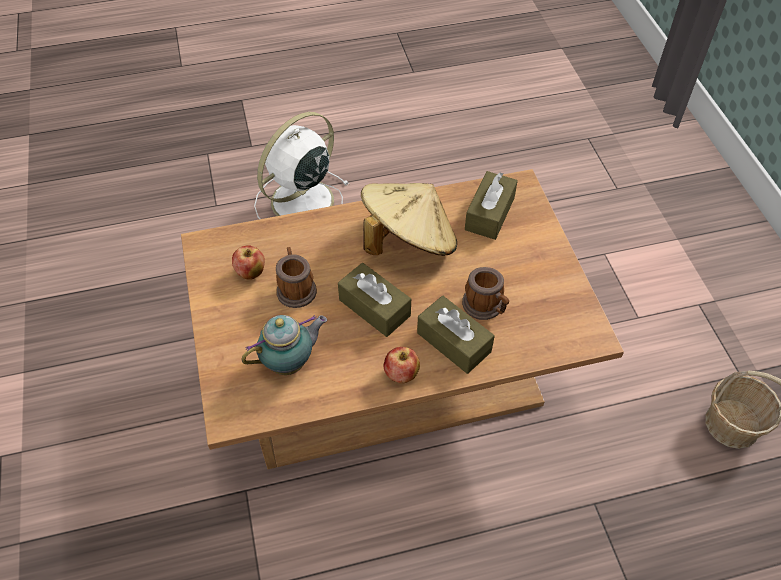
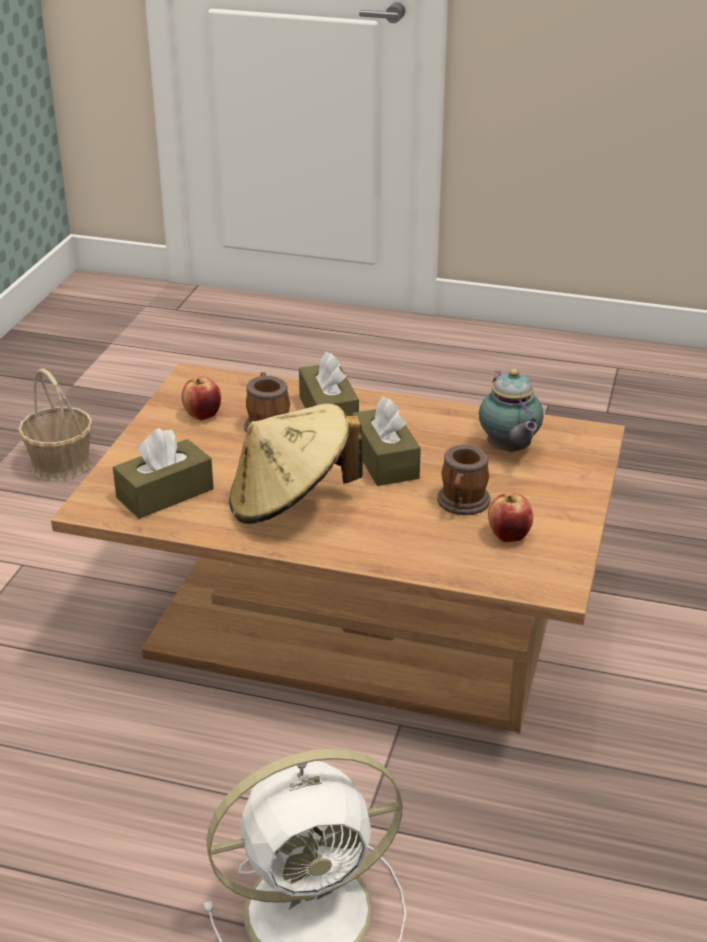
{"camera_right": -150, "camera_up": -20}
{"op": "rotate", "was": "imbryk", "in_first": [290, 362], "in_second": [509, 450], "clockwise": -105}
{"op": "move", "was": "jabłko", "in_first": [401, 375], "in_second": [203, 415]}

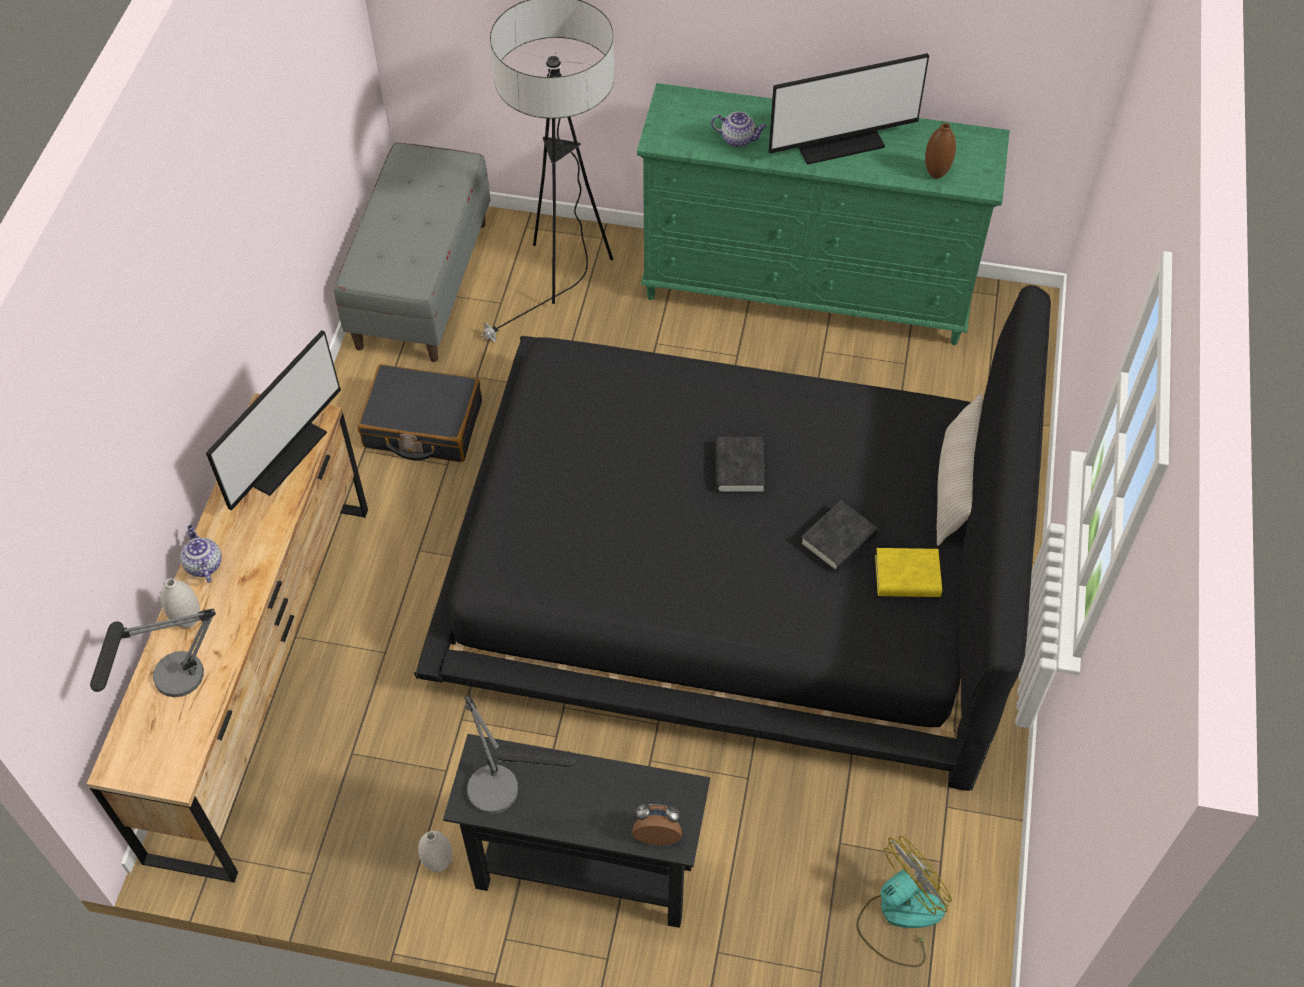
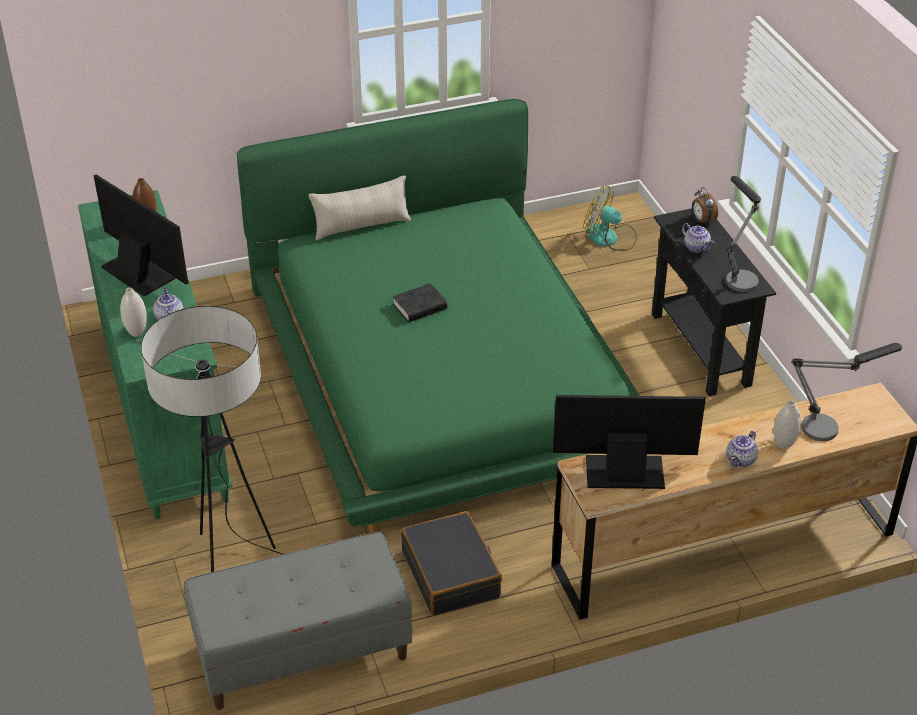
{"camera_right": -120, "camera_up": -15}
{"op": "recolor", "was": "łóżko/czarny", "now": "łóżko/zielony", "in_first": [732, 562], "in_second": [442, 369]}
{"op": "move", "was": "wazon/biały", "in_first": [438, 863], "in_second": [137, 333]}
{"op": "delete", "was": "książka/czarny", "in_first": [838, 540]}
{"op": "delete", "was": "książka/żółty", "in_first": [907, 577]}
{"op": "insert", "now": "imbryk", "in_second": [697, 248]}

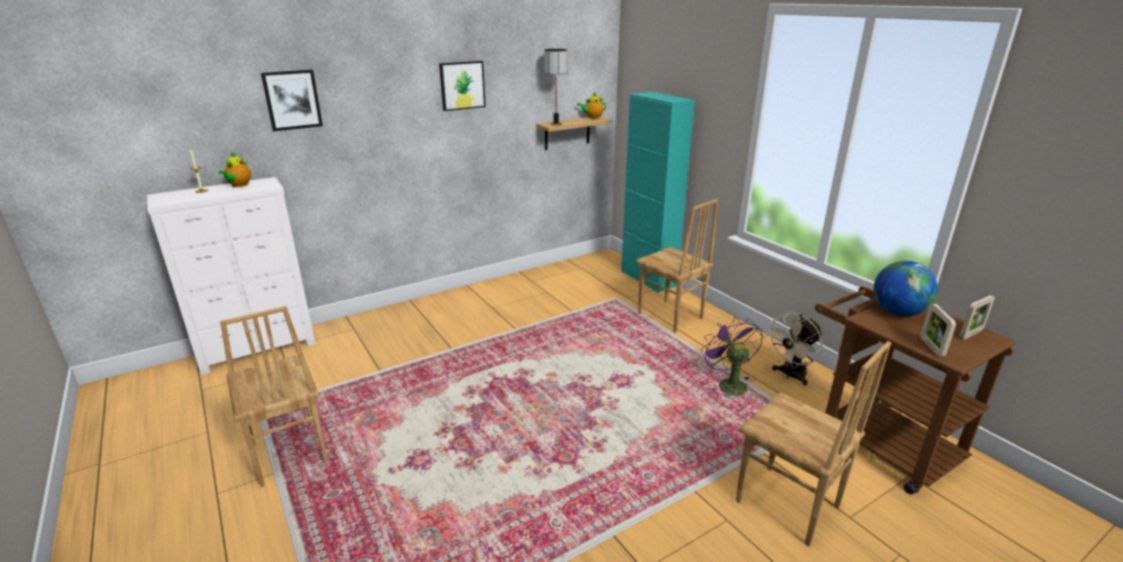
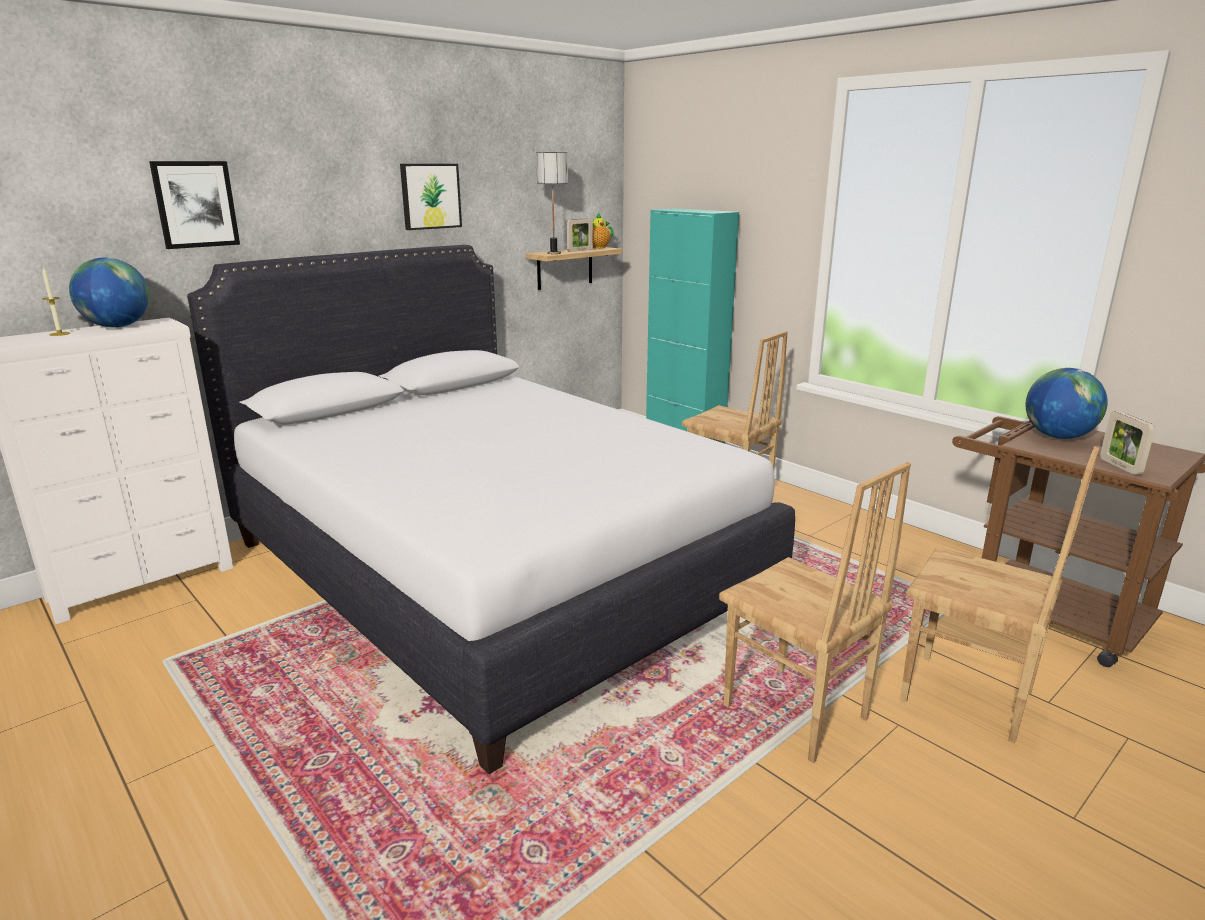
{"camera_right": -10, "camera_up": -5}
{"op": "replace", "was": "imbryk", "now": "globus", "in_first": [239, 185], "in_second": [117, 327]}
{"op": "move", "was": "krzesło/brązowy", "in_first": [287, 454], "in_second": [794, 714]}
{"op": "delete", "was": "wentylator/fioletowy", "in_first": [728, 384]}
{"op": "delete", "was": "wentylator/beżowy", "in_first": [790, 375]}
{"op": "move", "was": "ramka na zdjęcie", "in_first": [971, 334], "in_second": [580, 250]}
{"op": "insert", "now": "łóżko/biały", "in_second": [490, 571]}

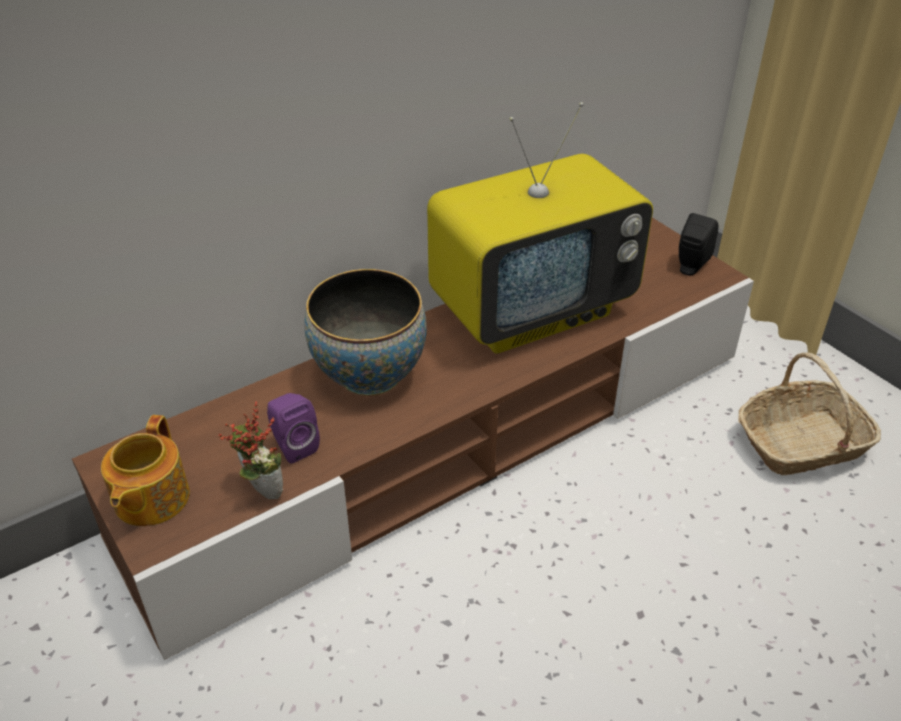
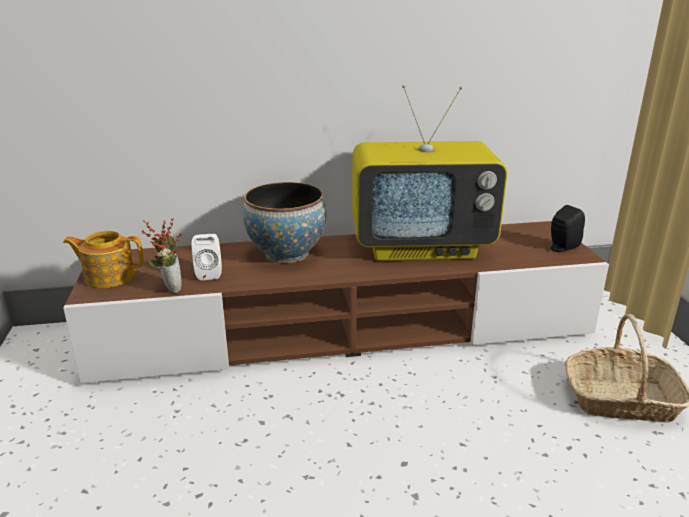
{"camera_right": 25, "camera_up": -15}
{"op": "rotate", "was": "imbryk", "in_first": [150, 499], "in_second": [109, 276], "clockwise": 60}
{"op": "recolor", "was": "głośnik/fioletowy", "now": "głośnik/biały", "in_first": [293, 446], "in_second": [209, 273]}

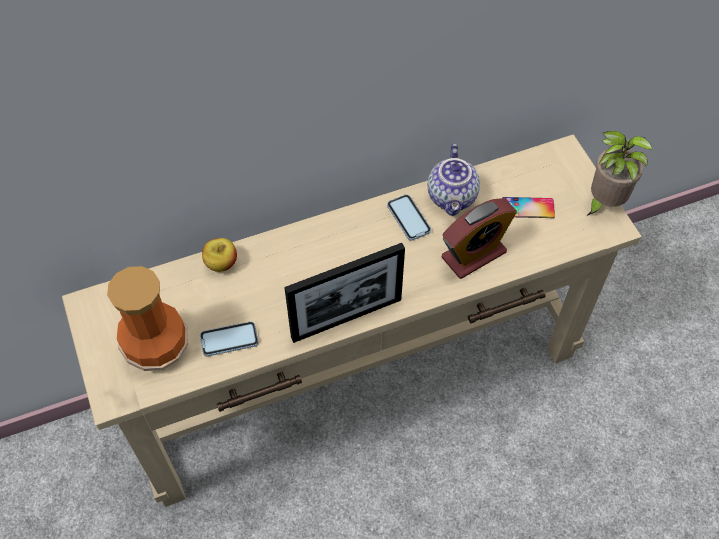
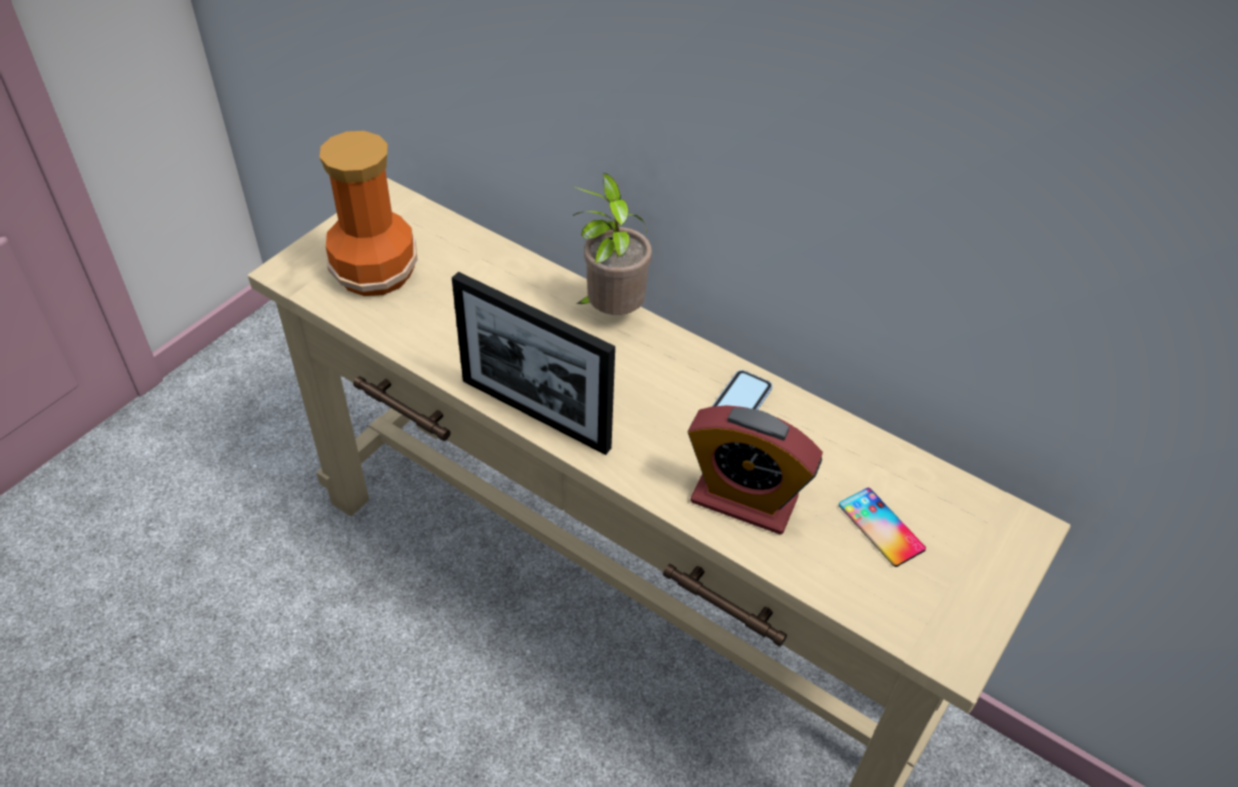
{"camera_right": 55, "camera_up": -10}
{"op": "delete", "was": "telefon", "in_first": [229, 340]}
{"op": "delete", "was": "jabłko", "in_first": [221, 263]}
{"op": "delete", "was": "imbryk", "in_first": [453, 197]}
{"op": "move", "was": "roślina doniczkowa", "in_first": [604, 202], "in_second": [611, 312]}

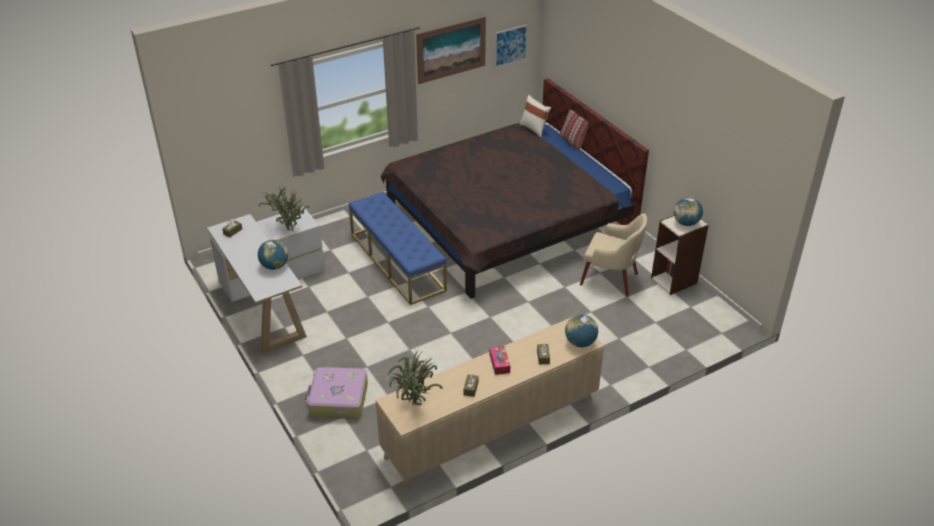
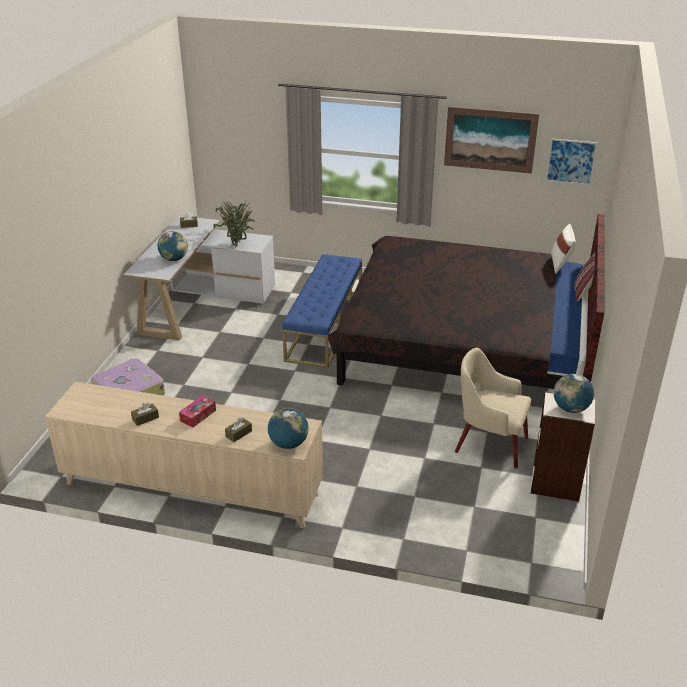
{"camera_right": 45, "camera_up": -5}
{"op": "delete", "was": "roślina doniczkowa", "in_first": [413, 405]}
{"op": "rotate", "was": "fotel/beżowy", "in_first": [611, 279], "in_second": [489, 444], "clockwise": 135}

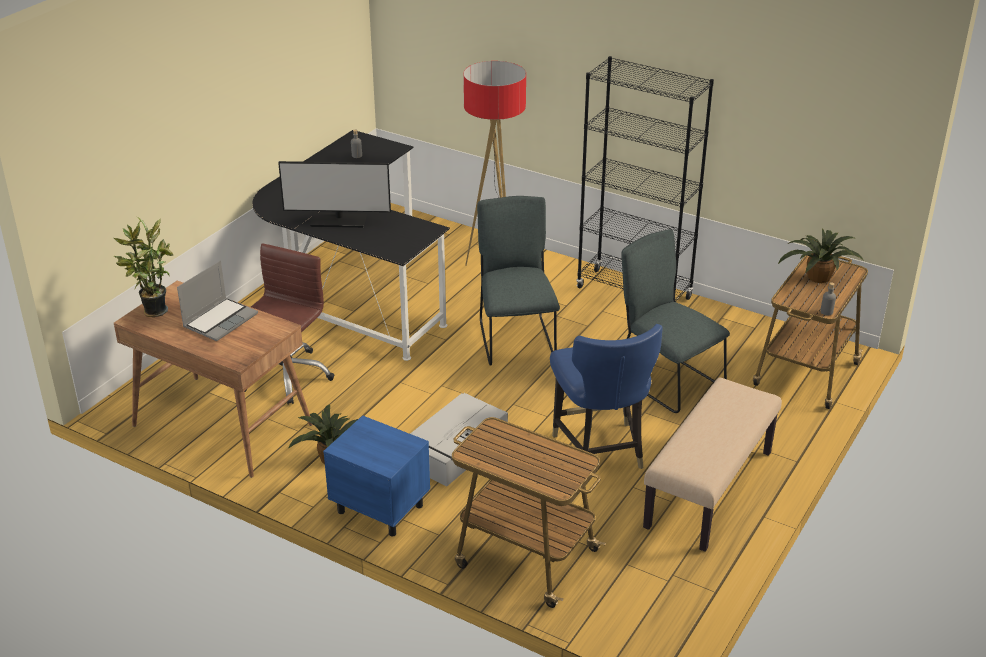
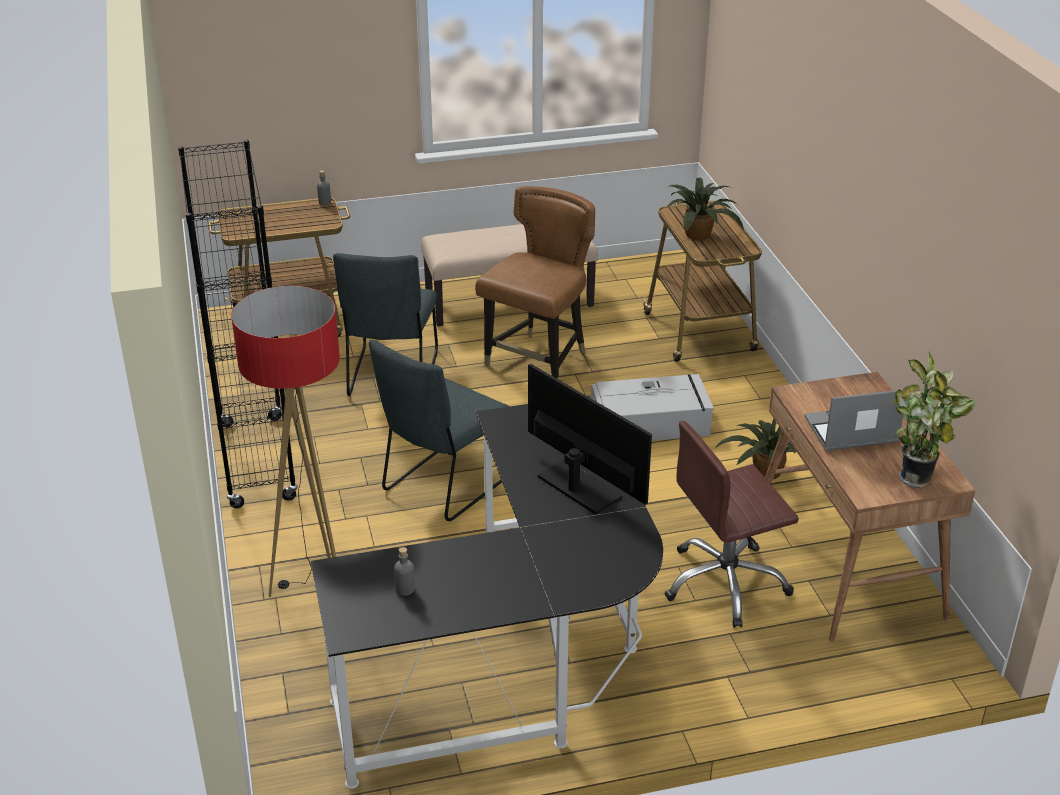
{"camera_right": -135, "camera_up": 0}
{"op": "delete", "was": "szafka nocna/niebieski", "in_first": [379, 508]}
{"op": "recolor", "was": "krzesło/niebieski", "now": "krzesło/brązowy", "in_first": [600, 450], "in_second": [538, 361]}
{"op": "move", "was": "roślina doniczkowa", "in_first": [817, 278], "in_second": [700, 235]}

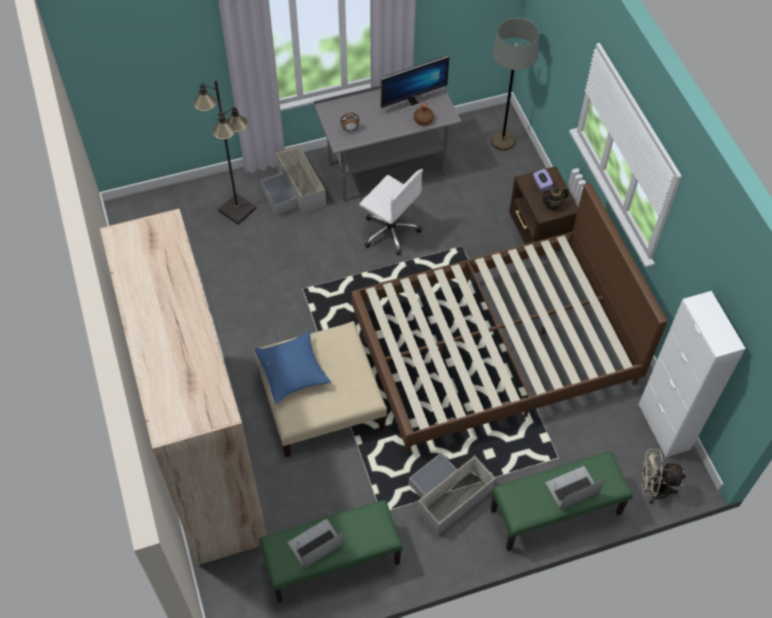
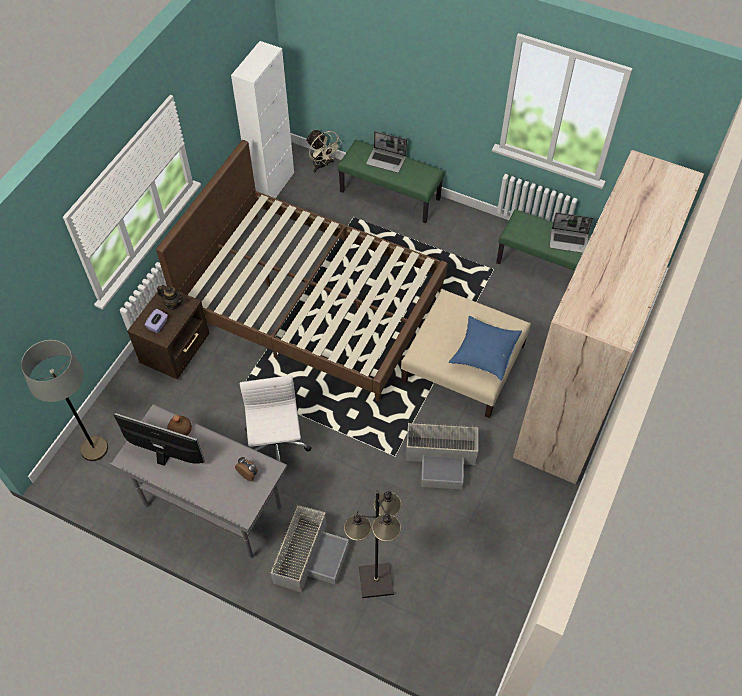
{"camera_right": -135, "camera_up": 0}
{"op": "move", "was": "pojemnik do przechowywania/szary", "in_first": [447, 496], "in_second": [442, 458]}

